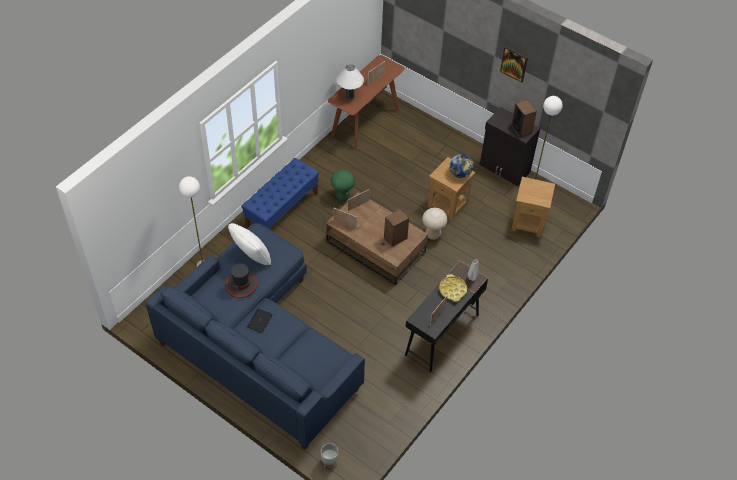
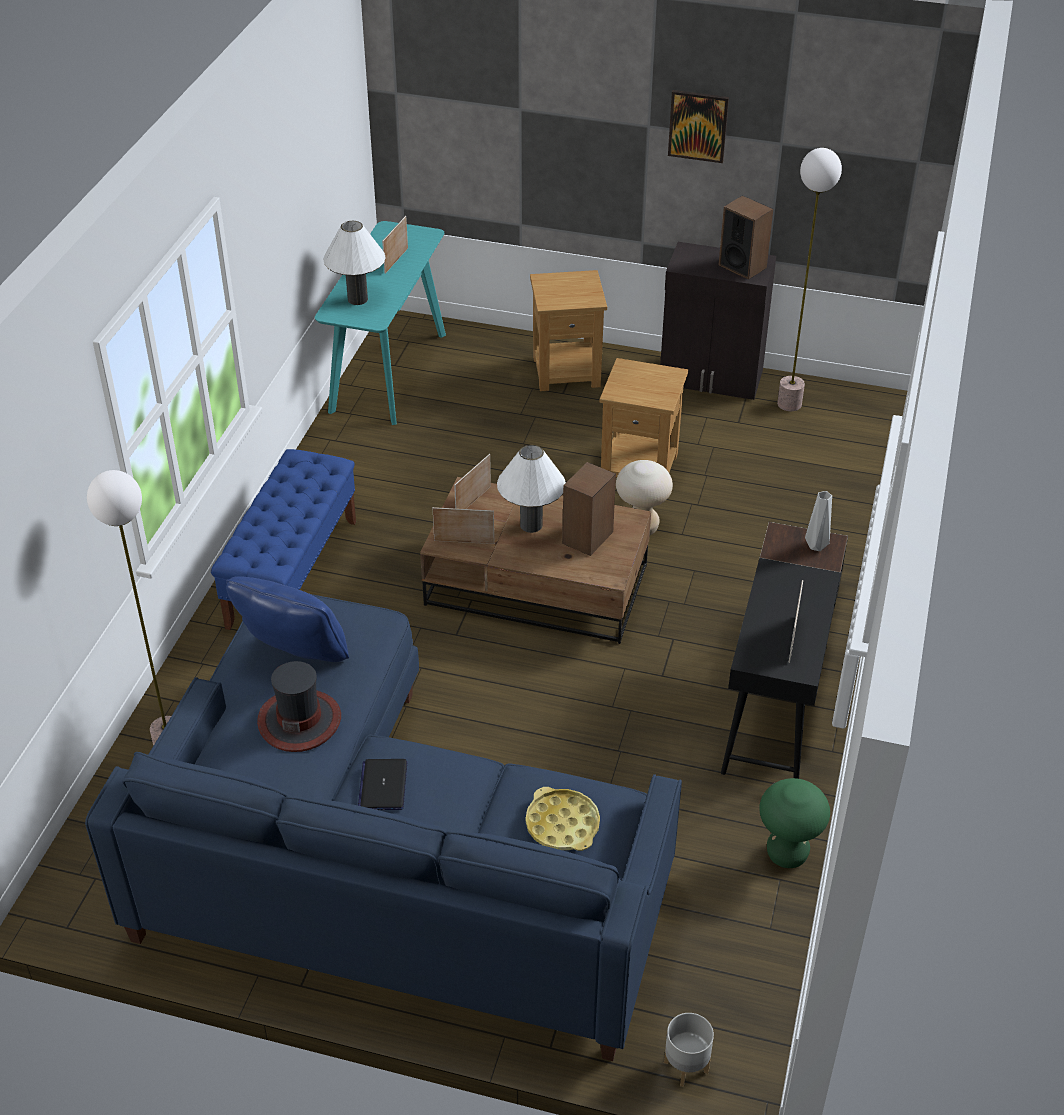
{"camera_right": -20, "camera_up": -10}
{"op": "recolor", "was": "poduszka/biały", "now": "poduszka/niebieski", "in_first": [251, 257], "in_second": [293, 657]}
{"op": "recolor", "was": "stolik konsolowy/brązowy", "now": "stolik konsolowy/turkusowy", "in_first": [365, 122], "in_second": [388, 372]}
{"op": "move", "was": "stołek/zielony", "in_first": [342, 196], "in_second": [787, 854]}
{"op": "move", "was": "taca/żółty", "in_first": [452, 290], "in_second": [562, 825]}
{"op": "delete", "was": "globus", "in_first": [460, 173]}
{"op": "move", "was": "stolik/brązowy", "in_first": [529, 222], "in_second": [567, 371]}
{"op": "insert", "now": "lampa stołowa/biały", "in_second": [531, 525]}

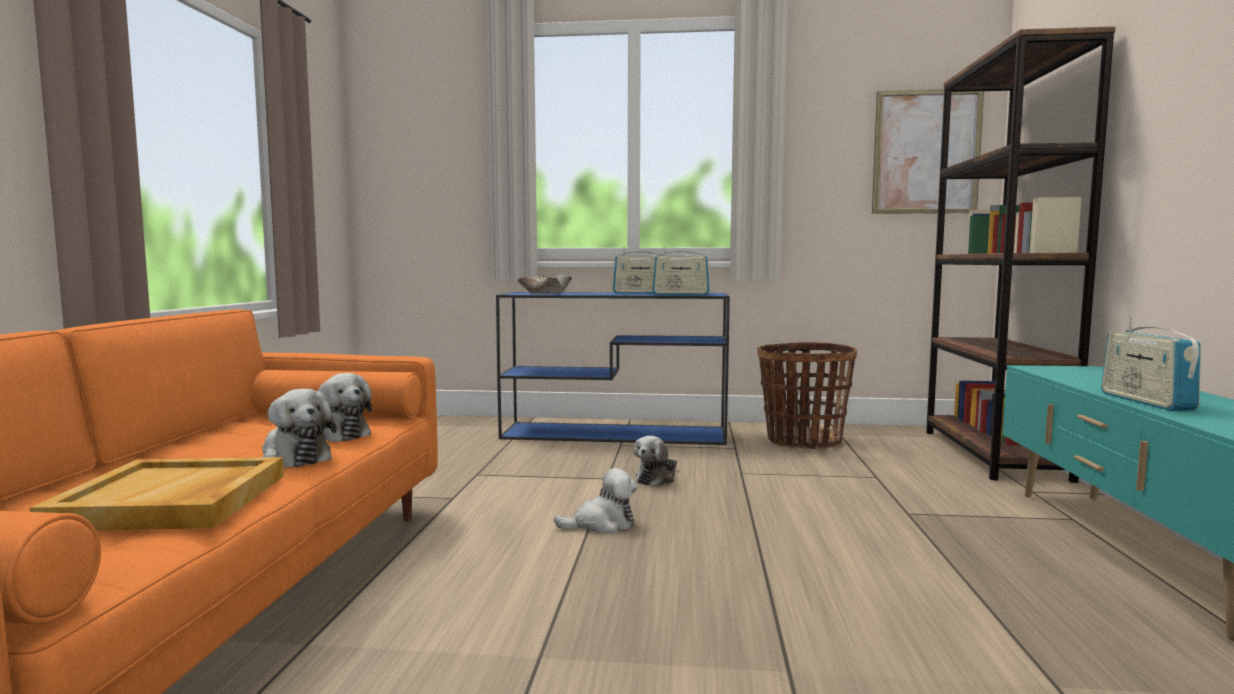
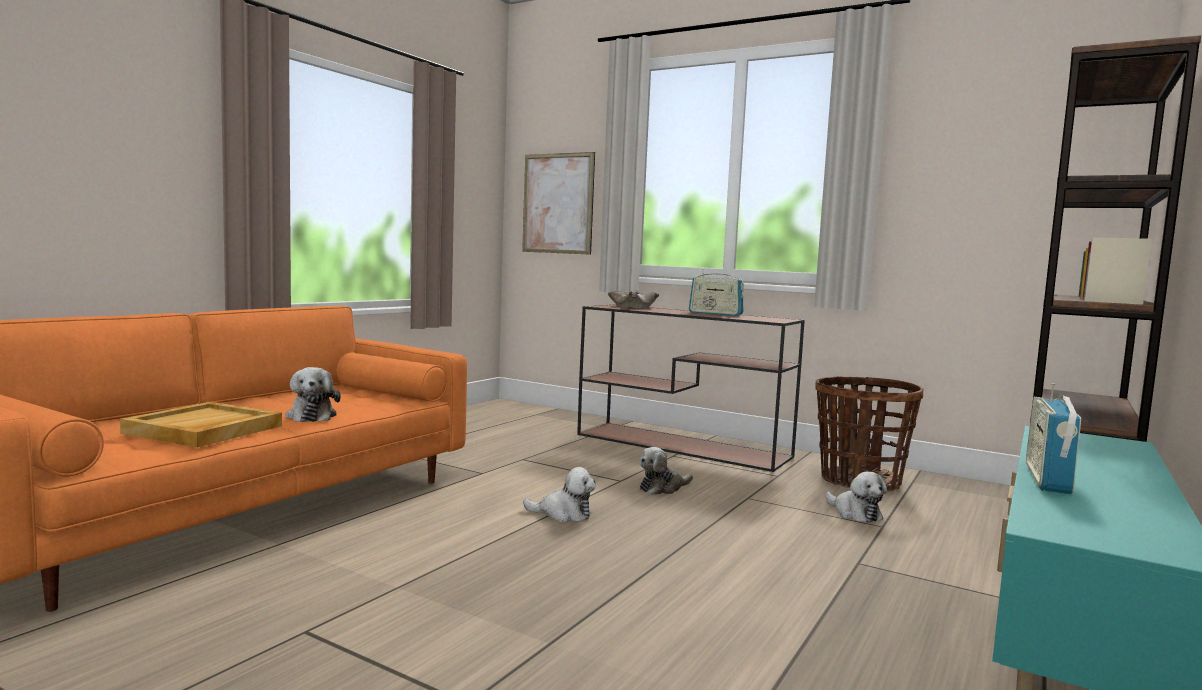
{"camera_right": 25, "camera_up": 0}
{"op": "move", "was": "pluszak", "in_first": [335, 434], "in_second": [854, 513]}
{"op": "recolor", "was": "stolik konsolowy/niebieski", "now": "stolik konsolowy/brązowy", "in_first": [616, 433], "in_second": [684, 446]}
{"op": "delete", "was": "radio", "in_first": [680, 294]}
{"op": "move", "was": "obraz", "in_first": [926, 152], "in_second": [557, 203]}

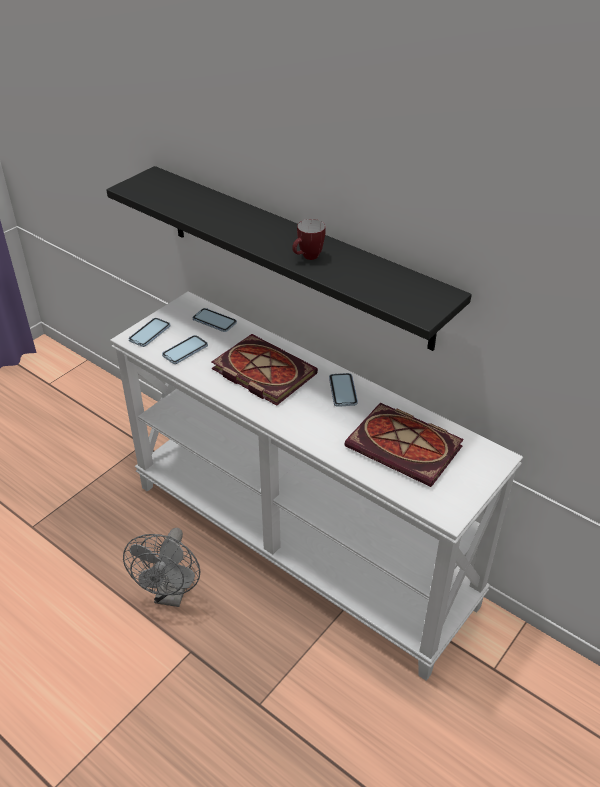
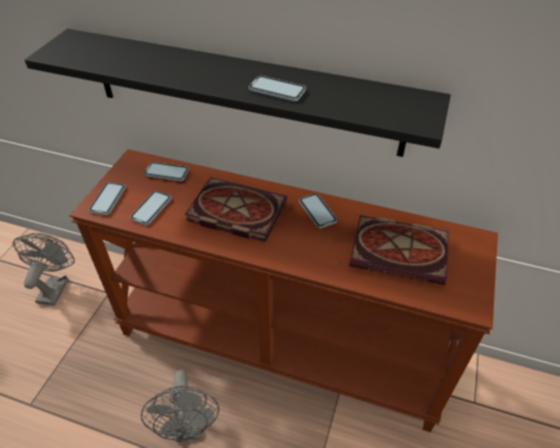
{"camera_right": -20, "camera_up": 5}
{"op": "recolor", "was": "stolik konsolowy/biały", "now": "stolik konsolowy/brązowy", "in_first": [302, 542], "in_second": [281, 341]}
{"op": "replace", "was": "kubek", "now": "telefon", "in_first": [308, 258], "in_second": [277, 90]}
{"op": "insert", "now": "wentylator/szary", "in_second": [55, 286]}

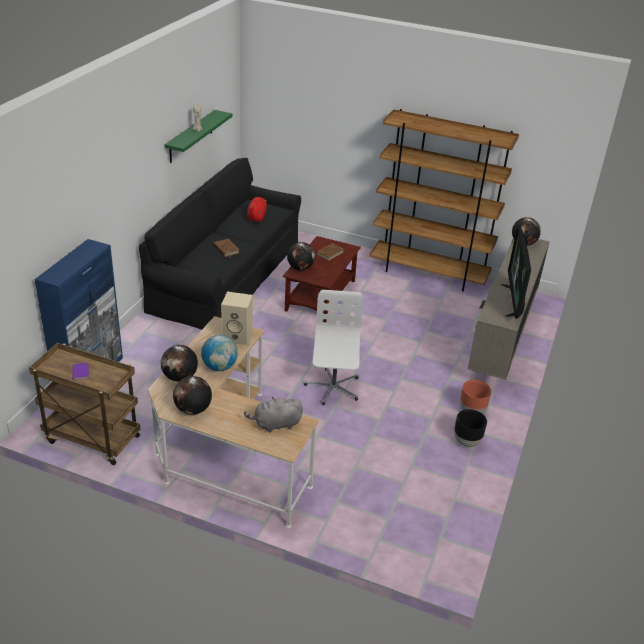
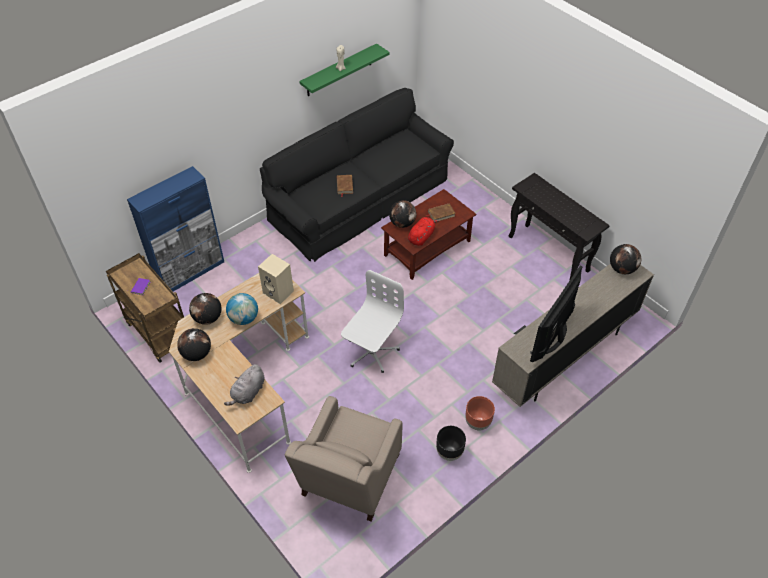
{"camera_right": 30, "camera_up": 15}
{"op": "rotate", "was": "pluszak/szary", "in_first": [275, 424], "in_second": [248, 393], "clockwise": -75}
{"op": "move", "was": "pluszak/czerwony", "in_first": [256, 217], "in_second": [421, 237]}
{"op": "replace", "was": "regał/brązowy", "now": "stolik konsolowy/czarny", "in_first": [428, 273], "in_second": [549, 254]}
{"op": "insert", "now": "fotel/beżowy", "in_second": [349, 478]}

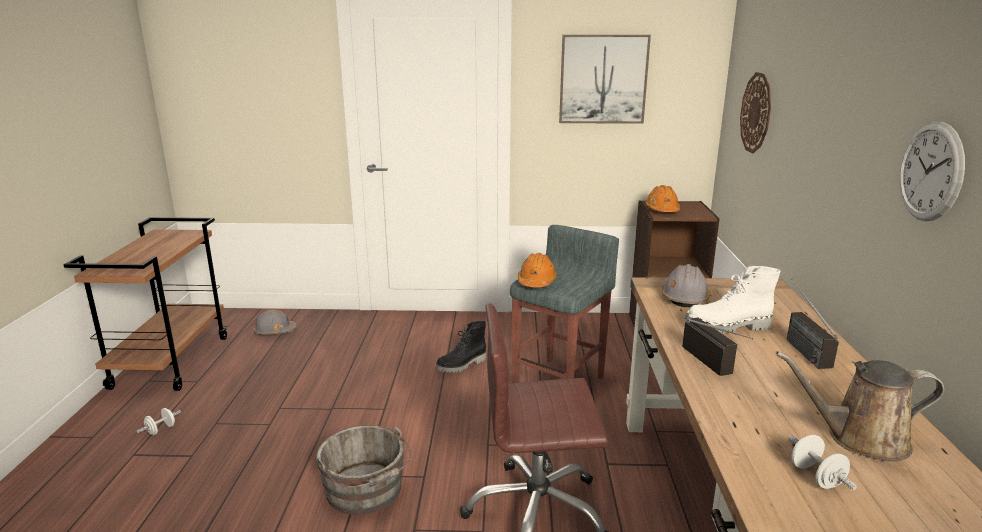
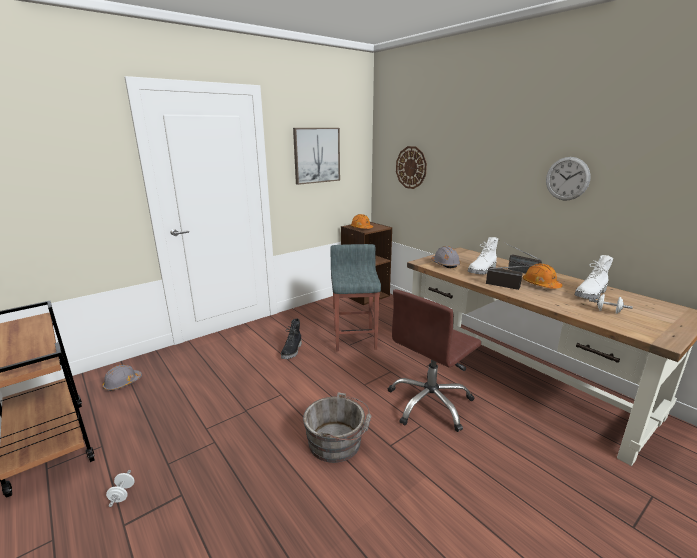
{"camera_right": -40, "camera_up": 0}
{"op": "move", "was": "kask/pomarańczowy", "in_first": [536, 282], "in_second": [540, 285]}
{"op": "replace", "was": "konewka/brązowy", "now": "but z cholewką/biały", "in_first": [860, 439], "in_second": [591, 294]}

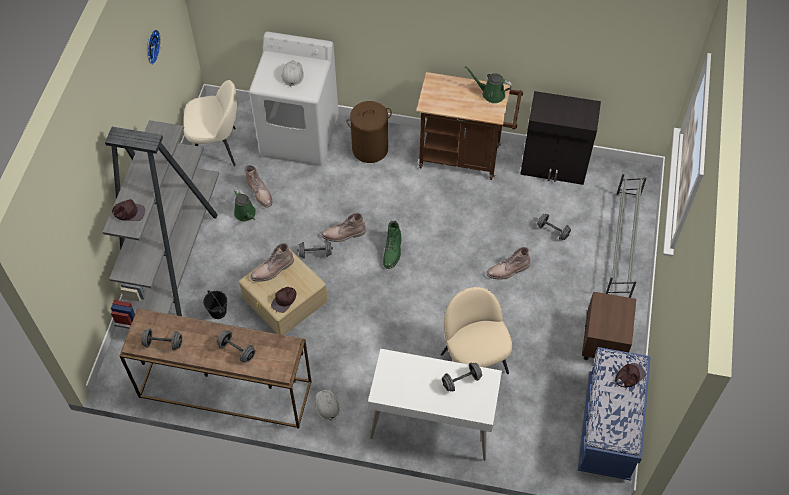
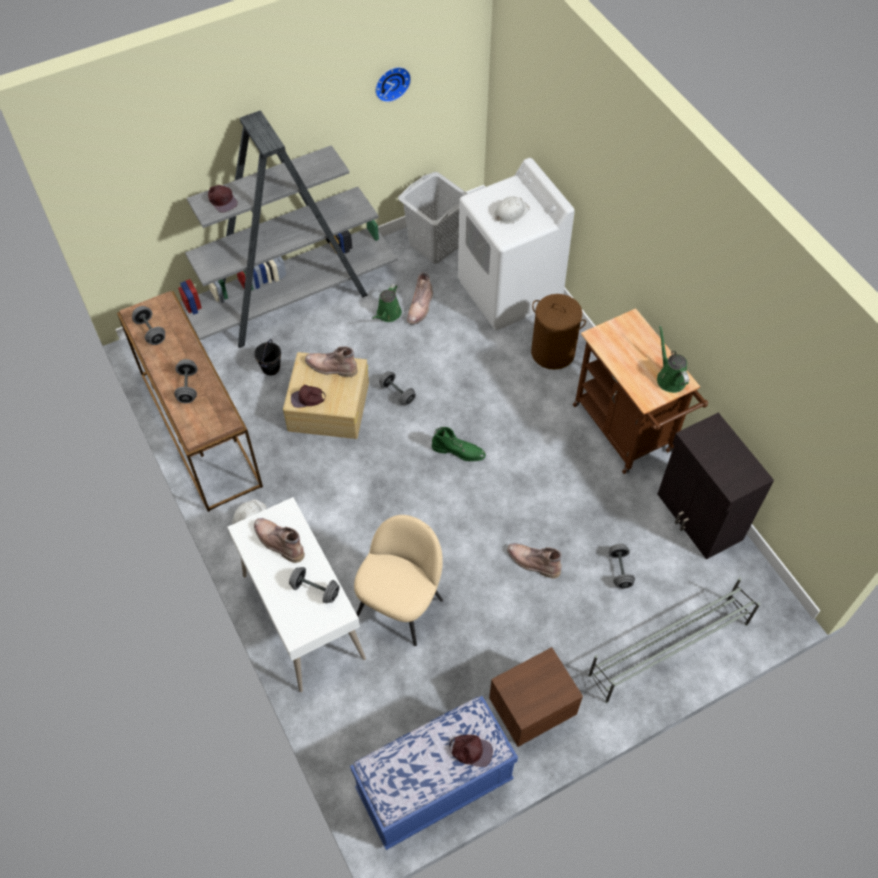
{"camera_right": 50, "camera_up": 0}
{"op": "replace", "was": "krzesło/beżowy", "now": "kosz na pranie/szary", "in_first": [217, 148], "in_second": [435, 245]}
{"op": "move", "was": "but z cholewką/brązowy", "in_first": [343, 234], "in_second": [278, 542]}
{"op": "rotate", "was": "but z cholewką/zielony", "in_first": [393, 251], "in_second": [459, 451], "clockwise": -135}

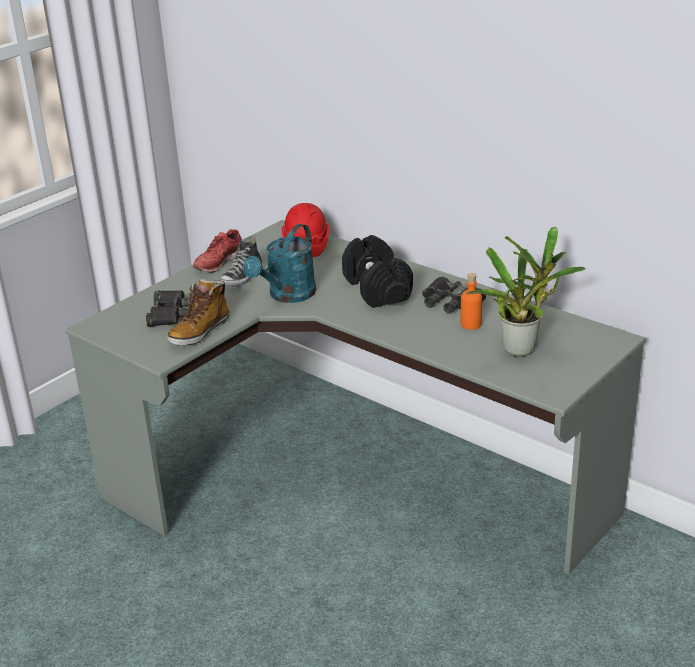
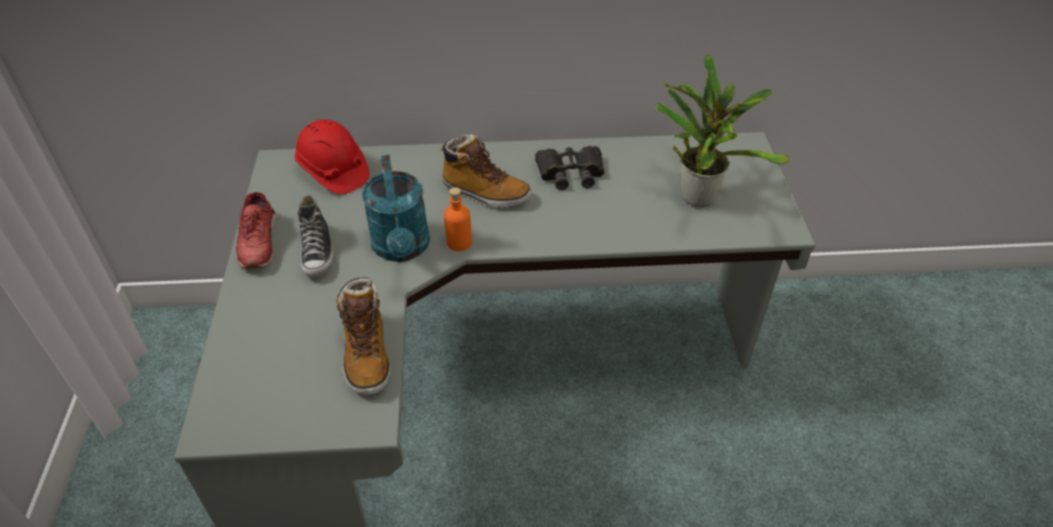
{"camera_right": -45, "camera_up": 15}
{"op": "delete", "was": "lornetka/czarny", "in_first": [170, 313]}
{"op": "replace", "was": "hantel/czarny", "now": "but z cholewką", "in_first": [378, 289], "in_second": [485, 192]}
{"op": "move", "was": "butelka/pomarańczowy", "in_first": [471, 324], "in_second": [459, 242]}

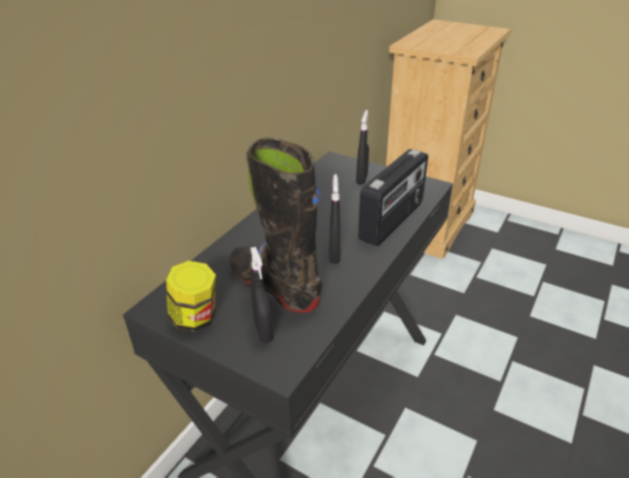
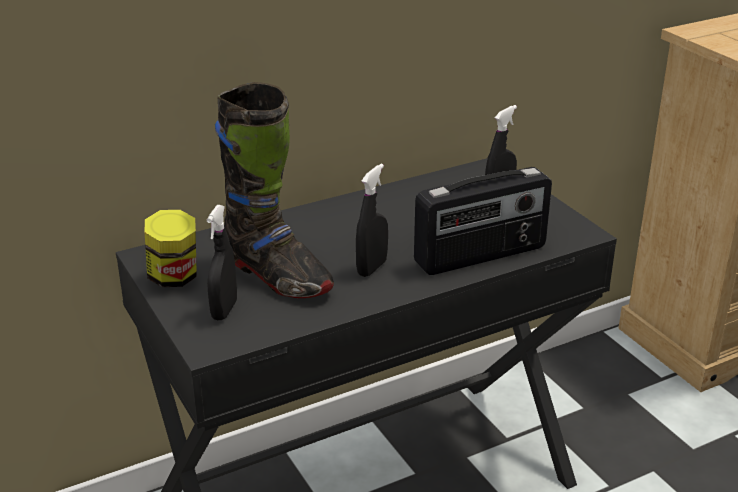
{"camera_right": 30, "camera_up": -5}
{"op": "rotate", "was": "but z cholewką/czarny", "in_first": [275, 286], "in_second": [277, 276], "clockwise": 150}

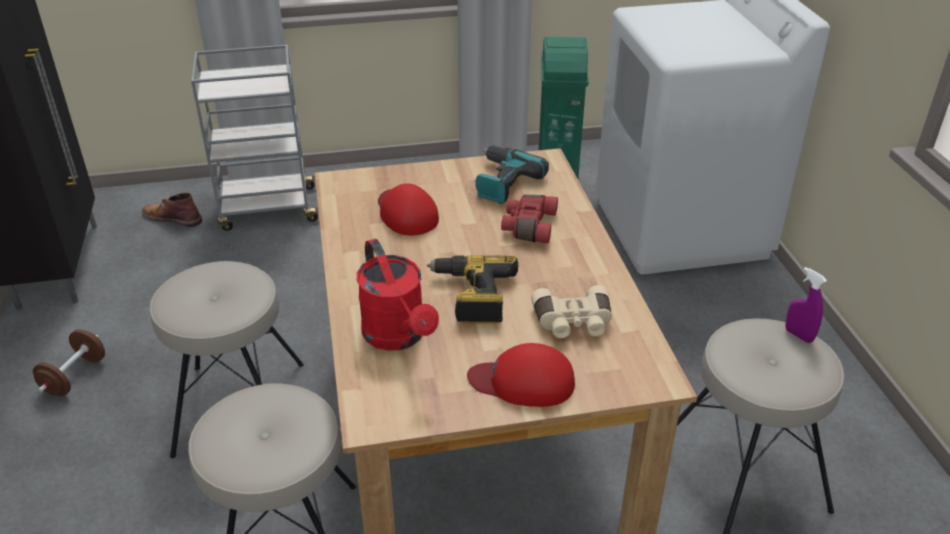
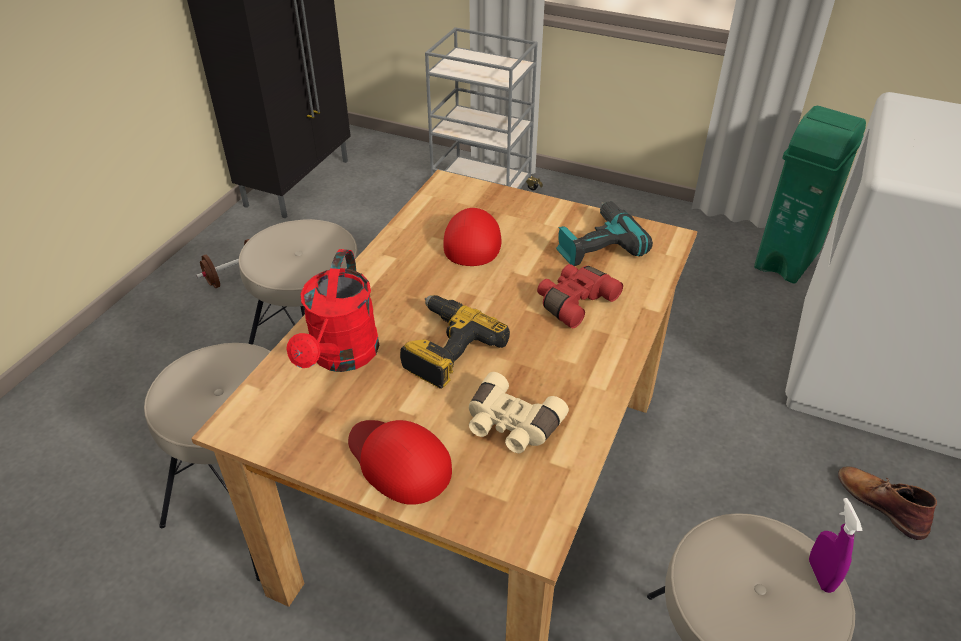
{"camera_right": 35, "camera_up": 5}
{"op": "move", "was": "but z cholewką/brązowy", "in_first": [172, 217], "in_second": [880, 503]}

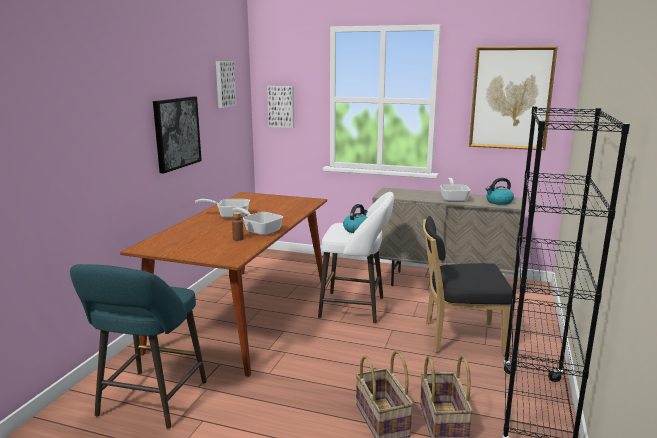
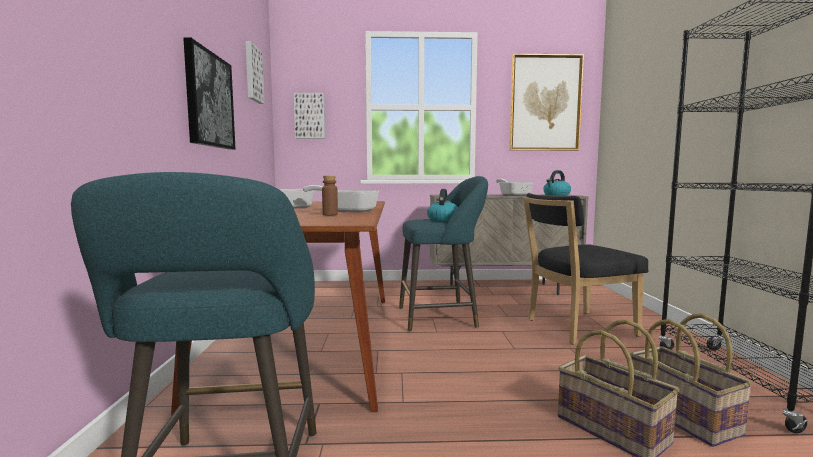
{"camera_right": -20, "camera_up": -10}
{"op": "recolor", "was": "stołek/biały", "now": "stołek/turkusowy", "in_first": [356, 308], "in_second": [441, 317]}

